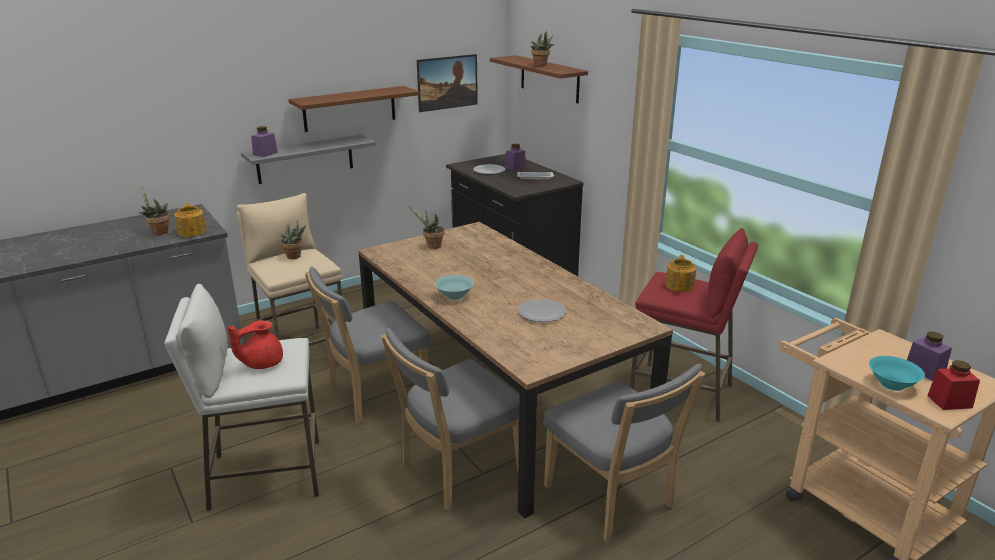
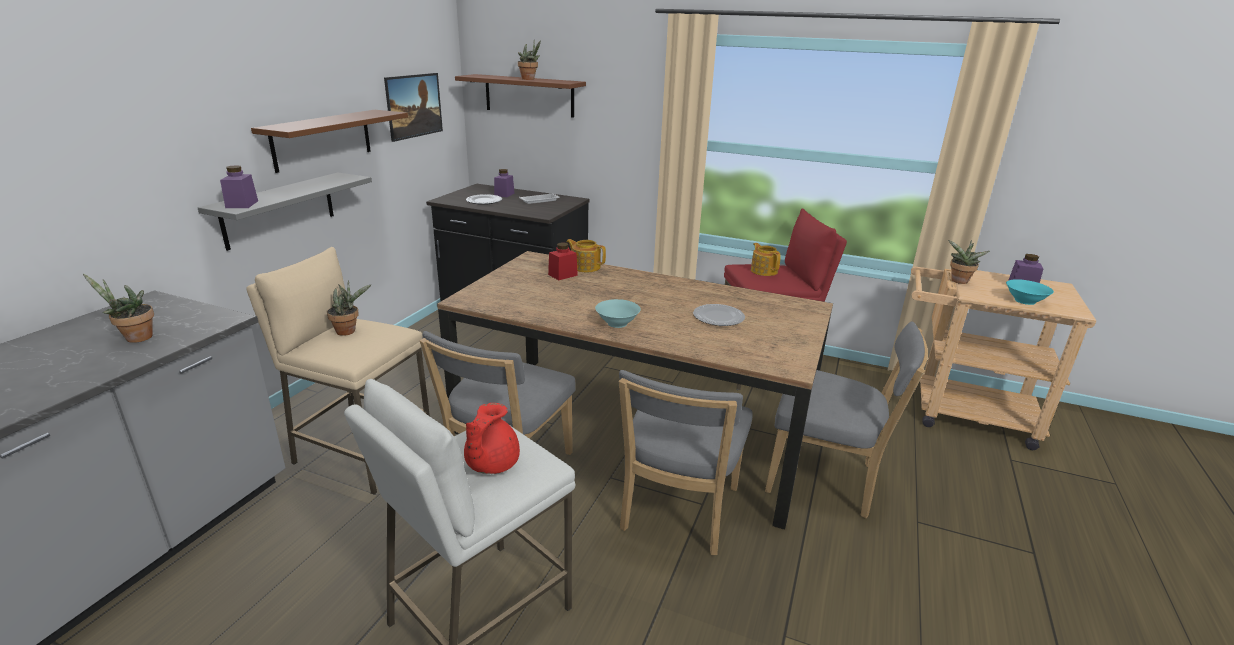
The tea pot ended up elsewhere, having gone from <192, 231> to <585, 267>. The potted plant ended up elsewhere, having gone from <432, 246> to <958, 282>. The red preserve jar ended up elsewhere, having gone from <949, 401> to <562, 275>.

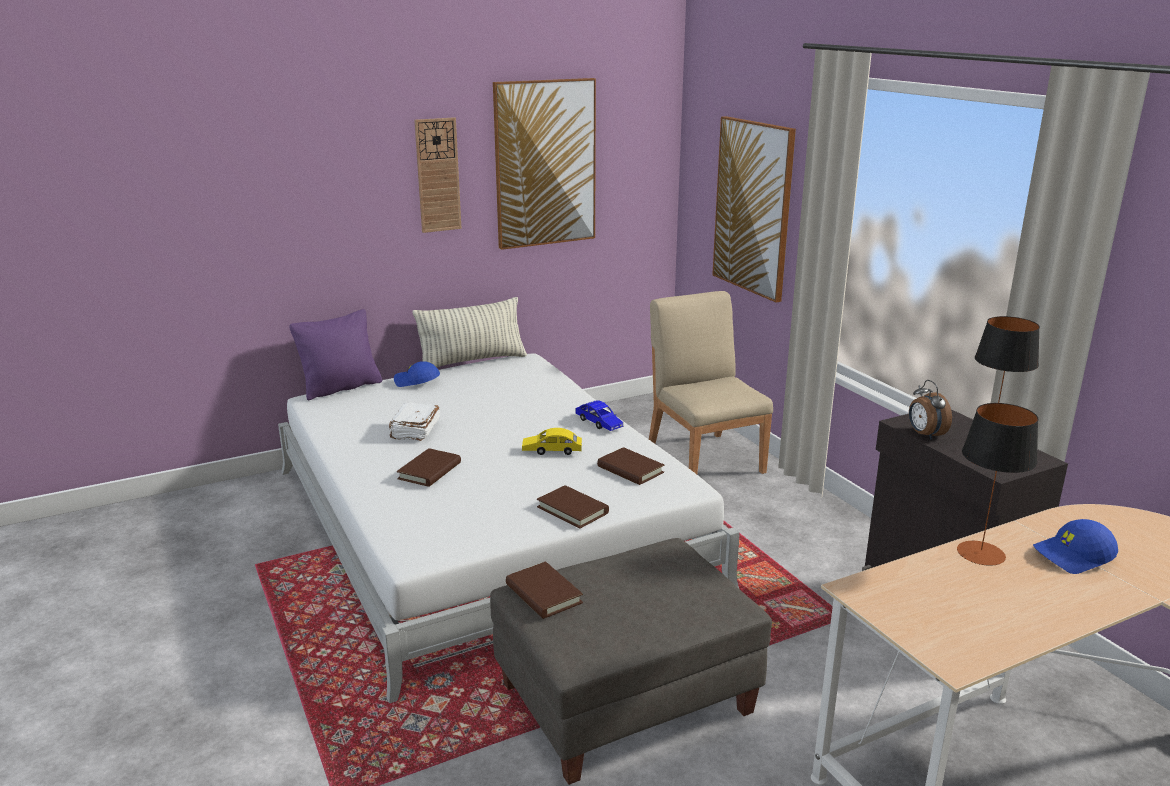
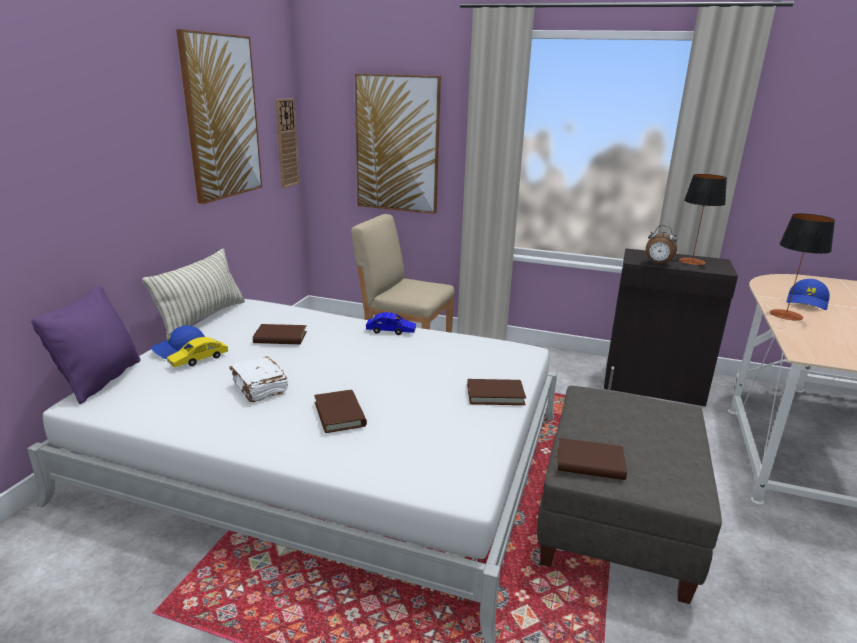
The hanging clock ended up elsewhere, having gone from <438, 175> to <286, 143>. The yellow-coloured model car ended up elsewhere, having gone from <552, 450> to <198, 359>. The brownish volume ended up elsewhere, having gone from <630, 469> to <280, 337>.

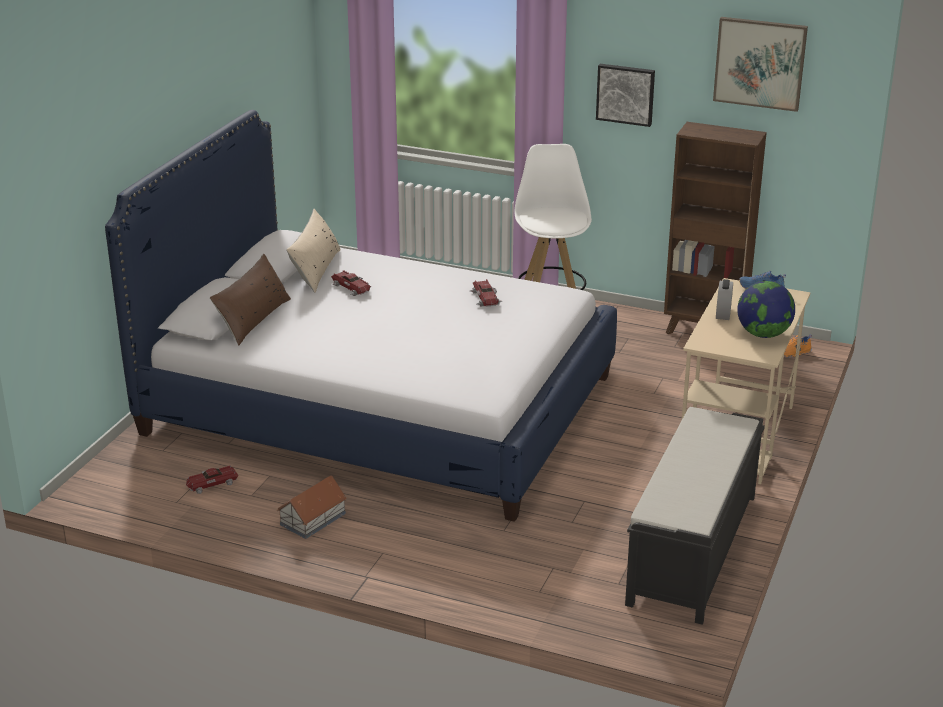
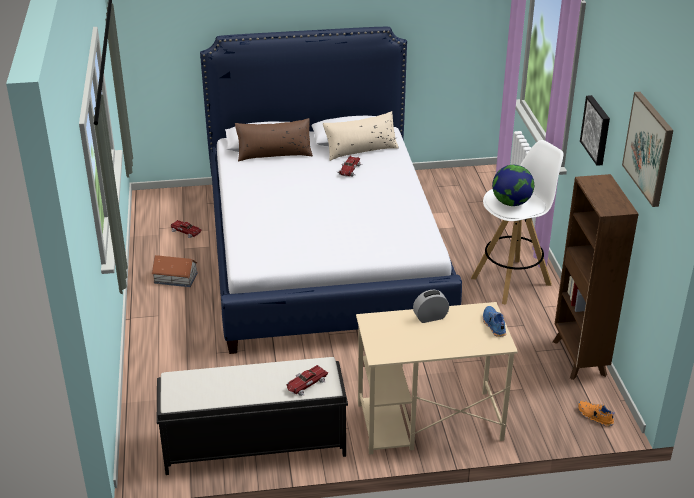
The model car ended up elsewhere, having gone from <486, 298> to <306, 384>. The world globe ended up elsewhere, having gone from <763, 334> to <511, 203>.

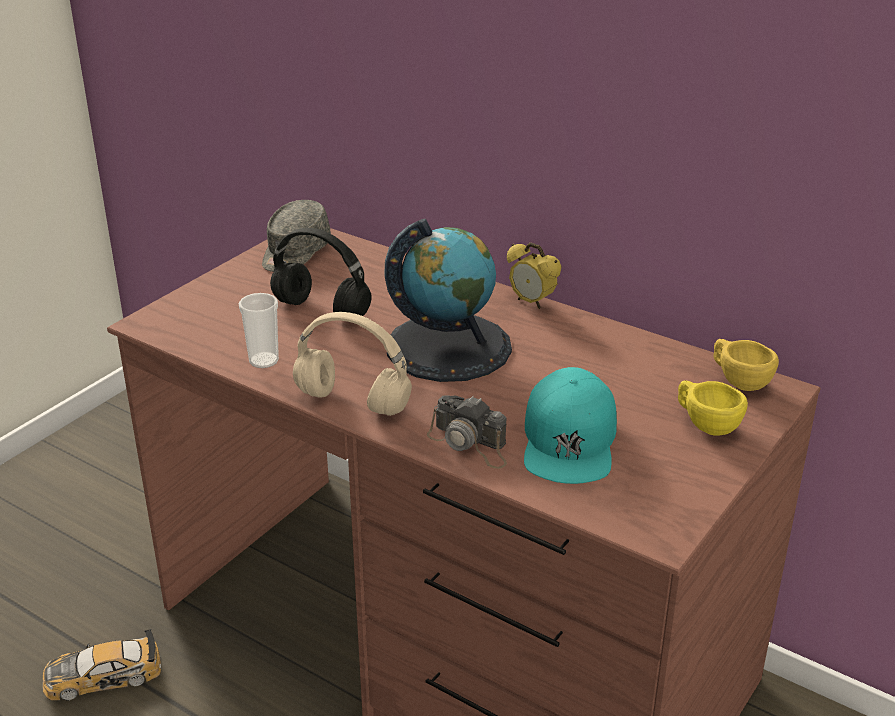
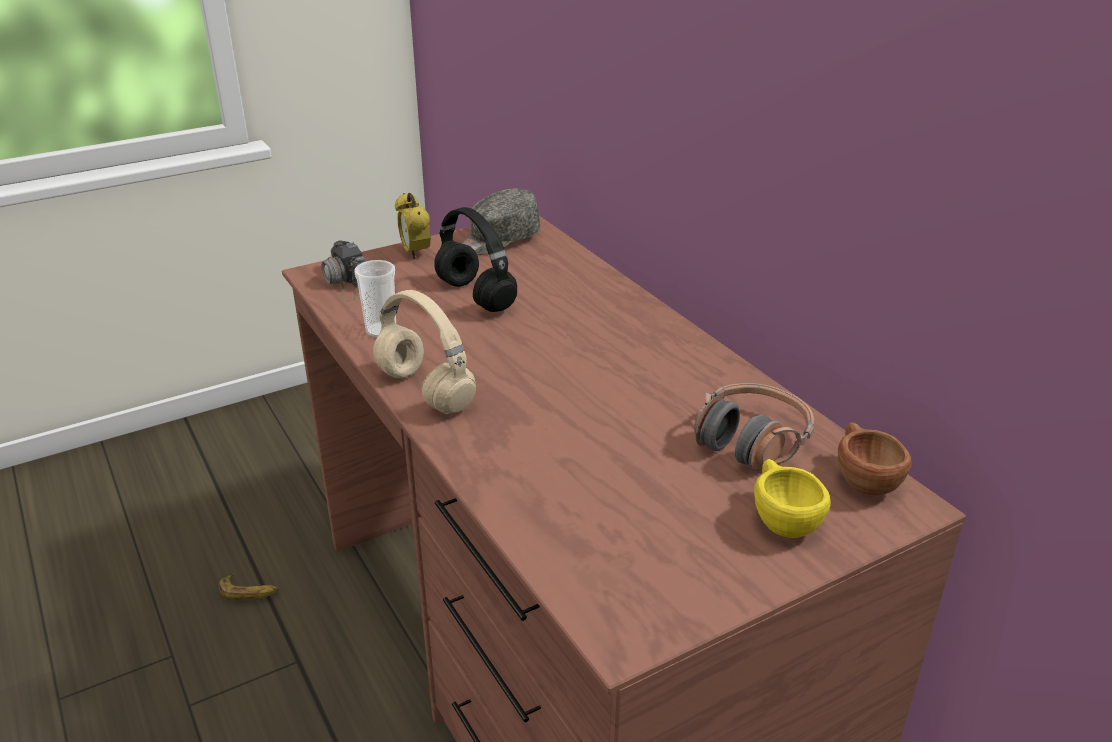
The second view lost the world globe at <448, 347>. The table clock ended up elsewhere, having gone from <532, 302> to <415, 253>. What was the yellow-coloured cup at <739, 381> turned into the brownish cup at <862, 479>. The second view lost the turquoise peaked cap at <569, 440>. The still camera ended up elsewhere, having gone from <470, 444> to <345, 282>. Where the model car stood at <102, 675>, the whole banana came to stand at <249, 592>. The second view gained the headset at <751, 440>.

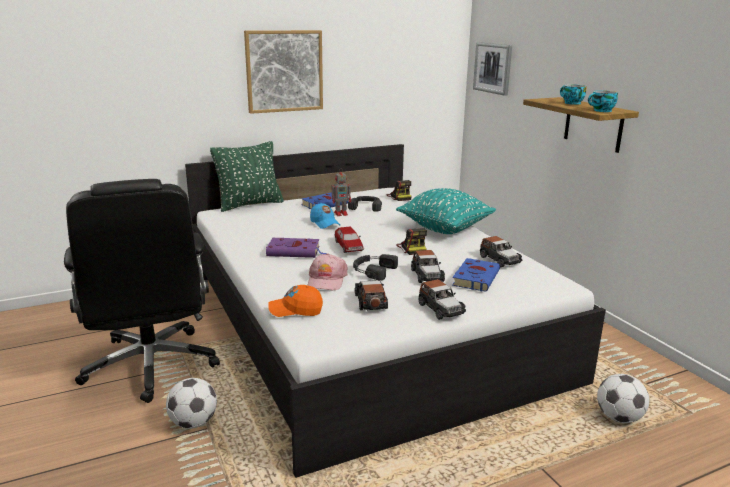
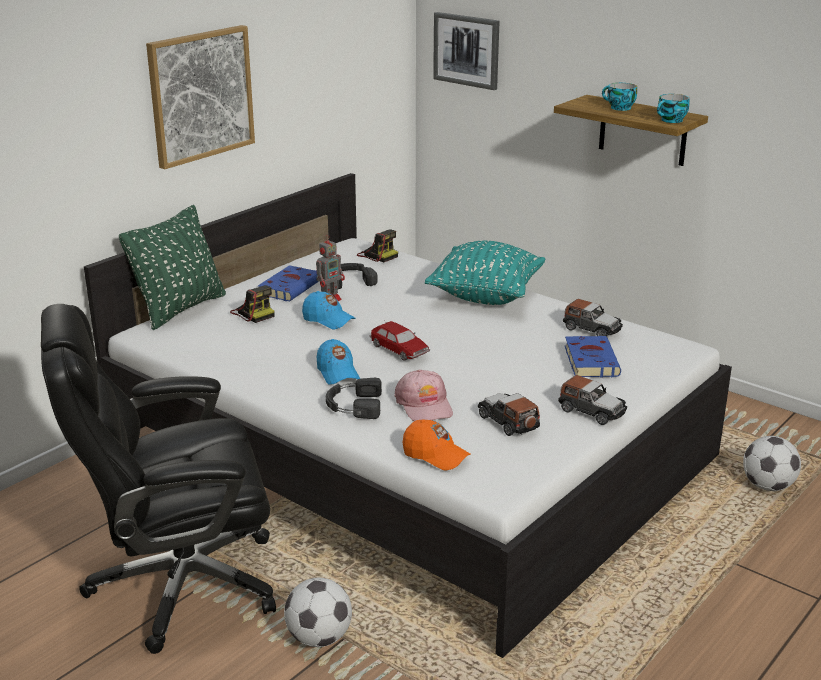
The black computer chair at <151, 366> ended up facing another way, 120 degrees clockwise from before. The still camera ended up elsewhere, having gone from <412, 248> to <253, 313>. Where the purple volume stood at <295, 251>, the blue peaked cap came to stand at <337, 373>. The second view lost the model car at <427, 275>. The black headset ended up elsewhere, having gone from <373, 270> to <353, 405>. The orange-coloured peaked cap at <295, 310> ended up facing another way, 120 degrees counterclockwise from before.

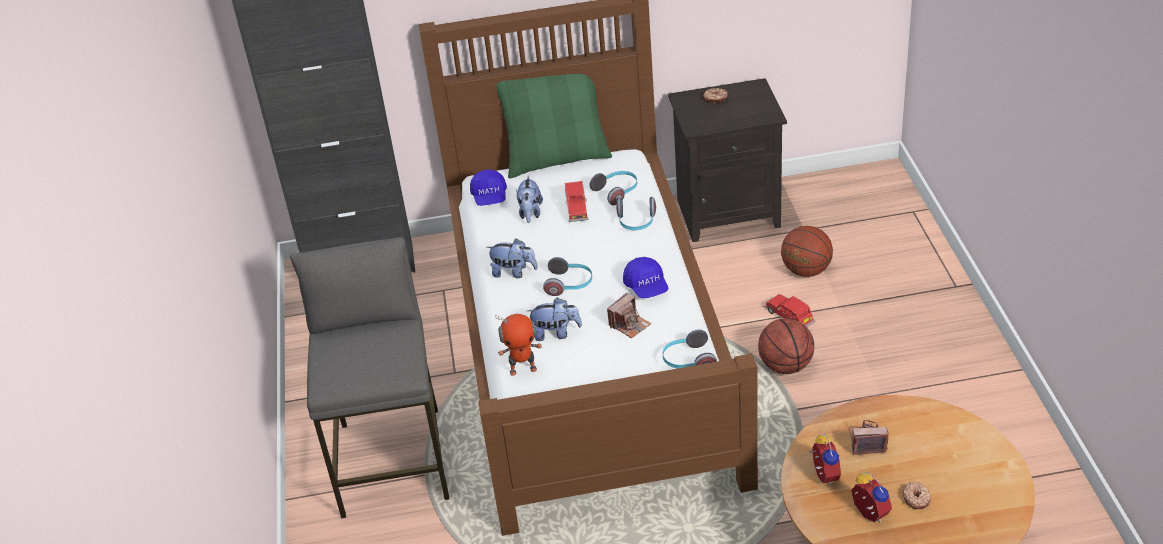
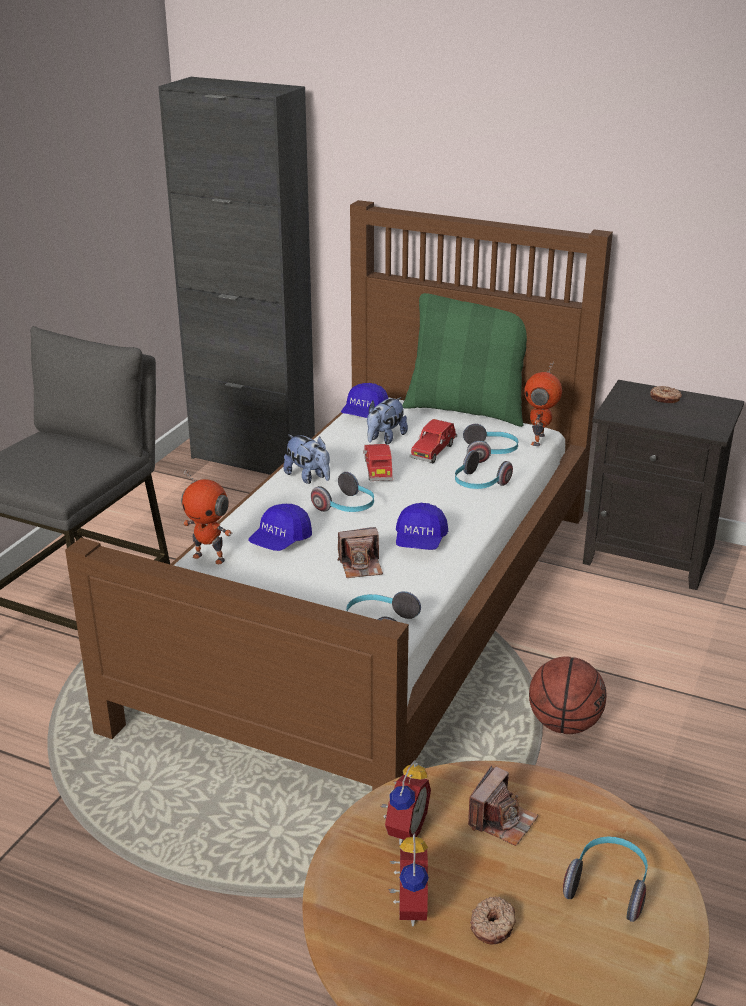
The second view lost the ball for basketball at <806, 270>. The red model car ended up elsewhere, having gone from <789, 318> to <378, 470>. Where the soft toy stood at <556, 333>, the blue peaked cap came to stand at <280, 541>. The still camera at <867, 442> ended up facing another way, 90 degrees clockwise from before. The second view gained the model robot at <539, 440>. The second view gained the headset at <608, 886>.

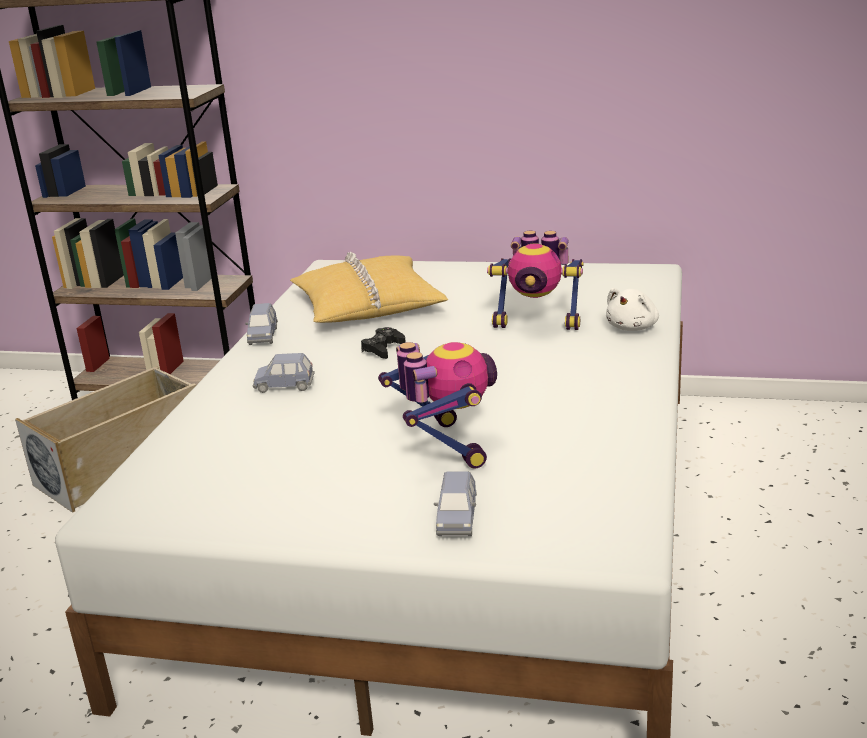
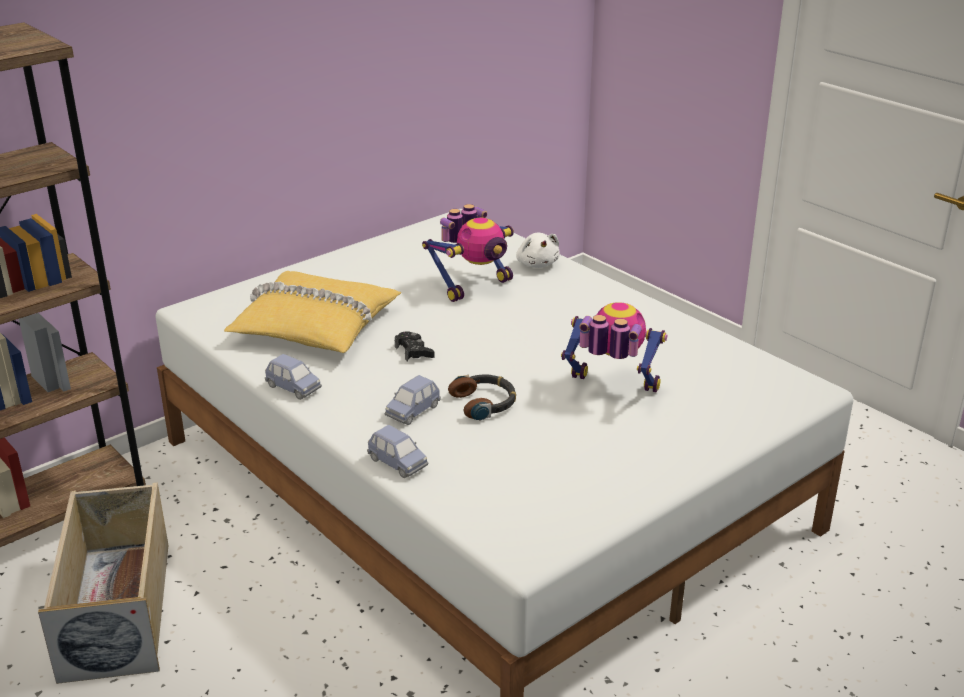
The blue model car ended up elsewhere, having gone from <457, 520> to <397, 463>. The second view gained the headset at <484, 403>.

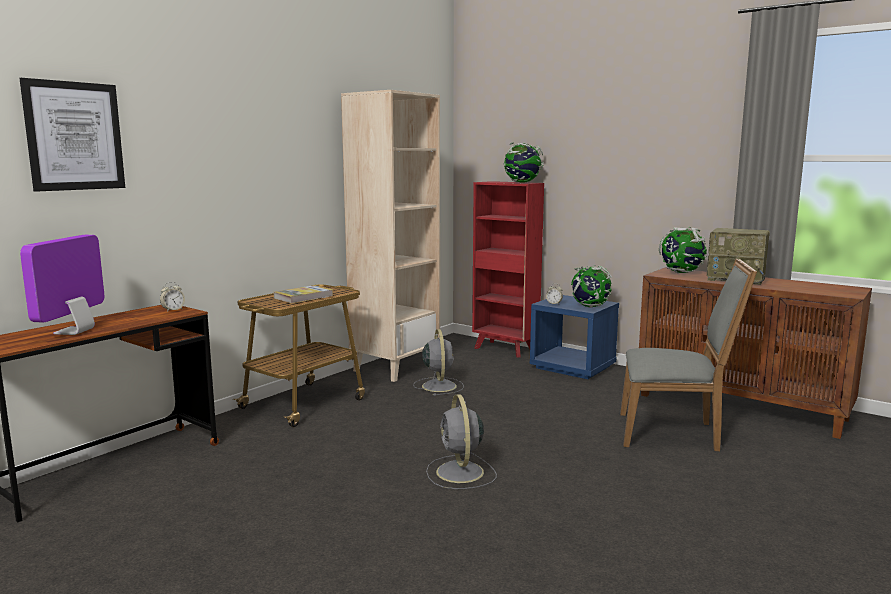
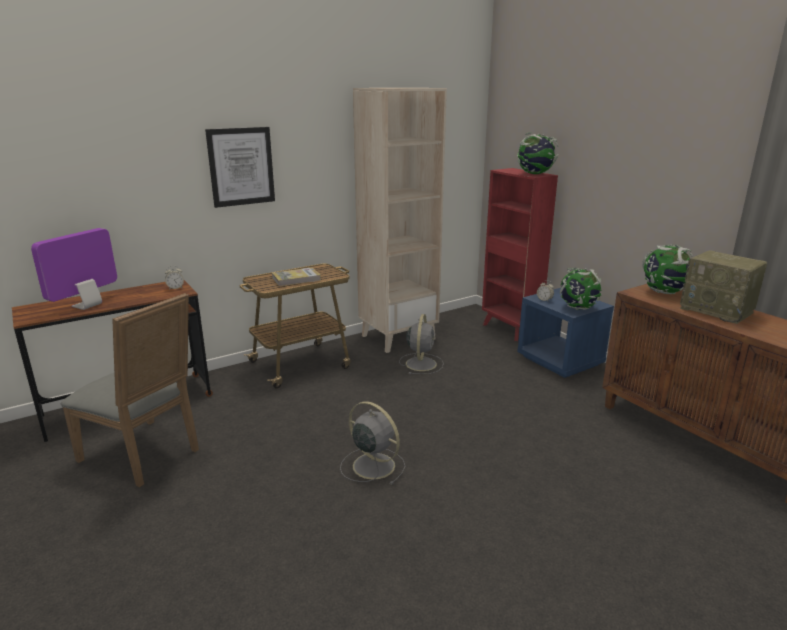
The wall art ended up elsewhere, having gone from <74, 136> to <241, 166>. The greyish plain chair ended up elsewhere, having gone from <674, 433> to <146, 455>. The greyish electric fan at <460, 473> ended up facing another way, 120 degrees clockwise from before.

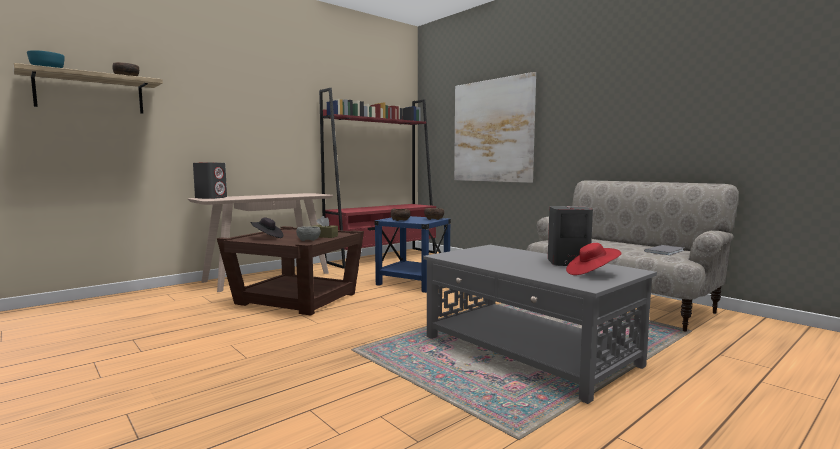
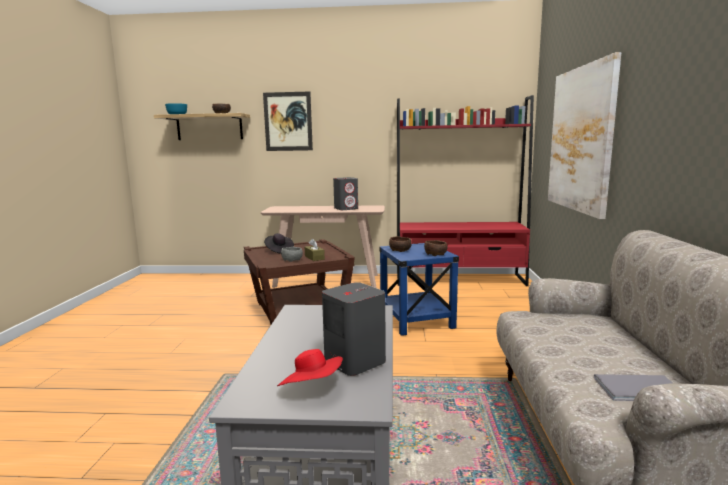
The greyish speaker ended up elsewhere, having gone from <211, 198> to <346, 208>. The second view gained the wall art at <288, 121>.

